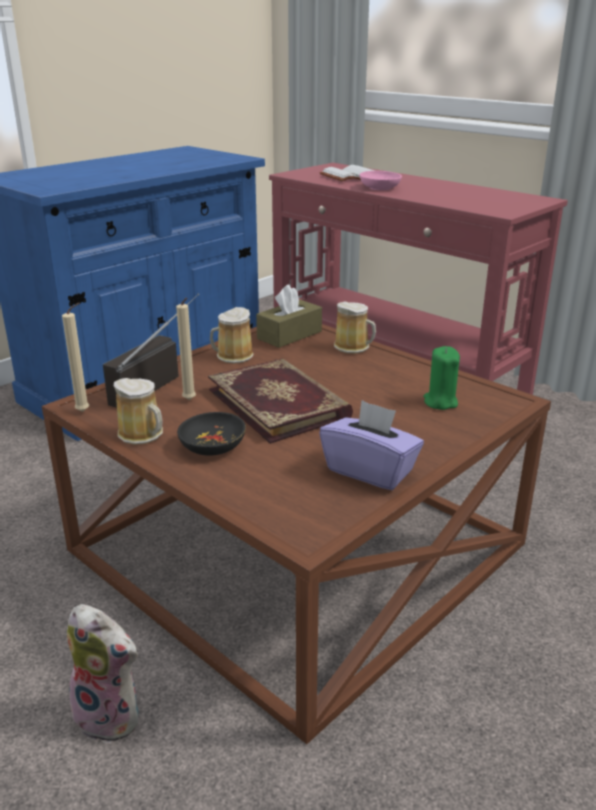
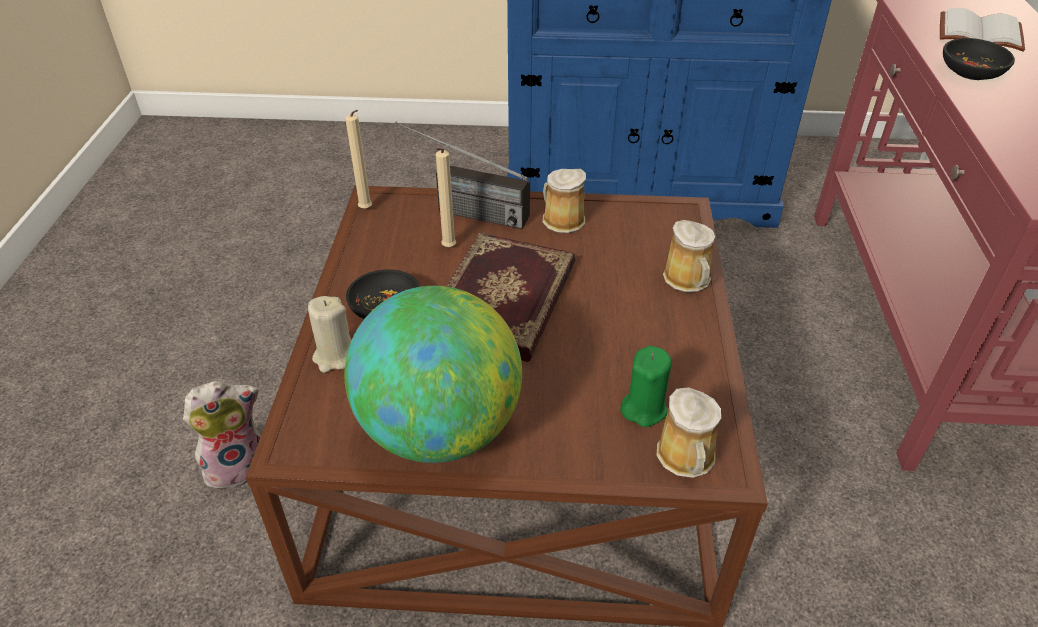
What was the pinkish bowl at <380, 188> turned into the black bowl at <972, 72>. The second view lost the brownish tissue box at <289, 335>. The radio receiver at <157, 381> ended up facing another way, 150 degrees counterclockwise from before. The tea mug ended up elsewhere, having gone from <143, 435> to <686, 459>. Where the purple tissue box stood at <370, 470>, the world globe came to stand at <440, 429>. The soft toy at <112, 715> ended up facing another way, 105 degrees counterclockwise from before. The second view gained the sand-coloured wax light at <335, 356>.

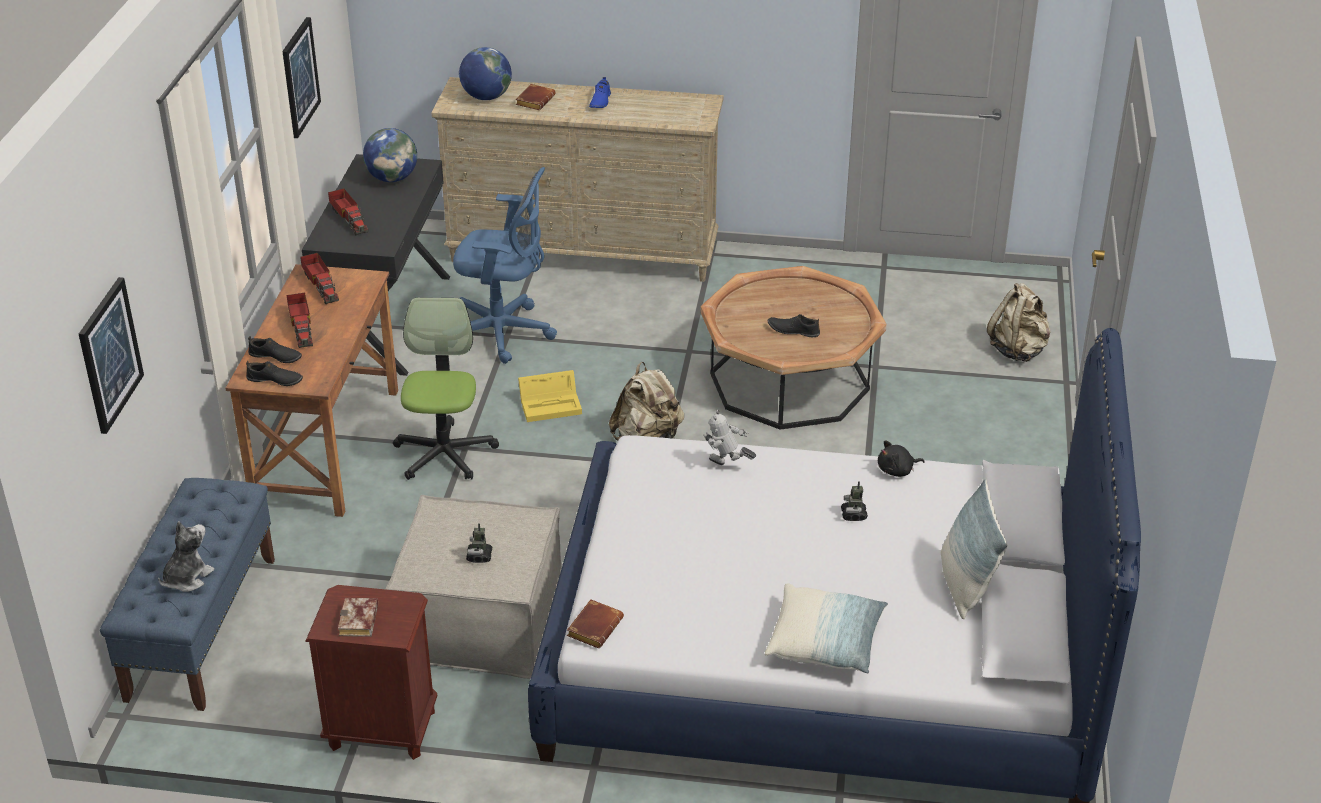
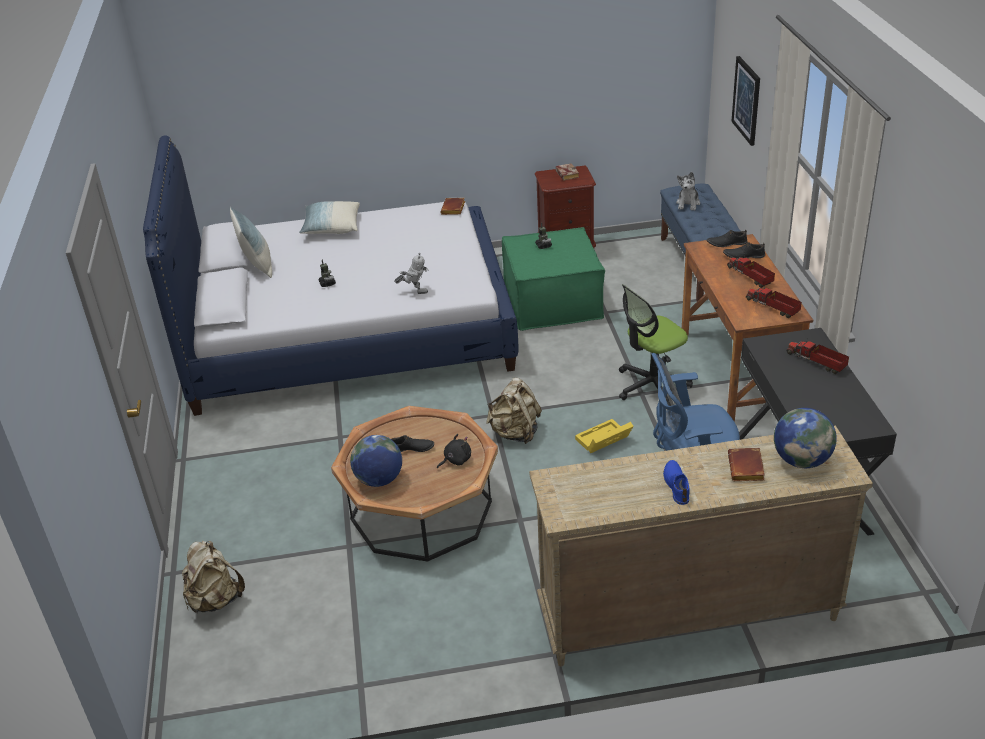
The second view lost the wall art at <299, 77>. The world globe ended up elsewhere, having gone from <392, 178> to <379, 480>. The computer chair at <444, 454> ended up facing another way, 75 degrees clockwise from before. The black soft toy ended up elsewhere, having gone from <897, 470> to <456, 460>. What was the sand-coloured ottoman at <480, 621> turned into the green ottoman at <552, 302>.

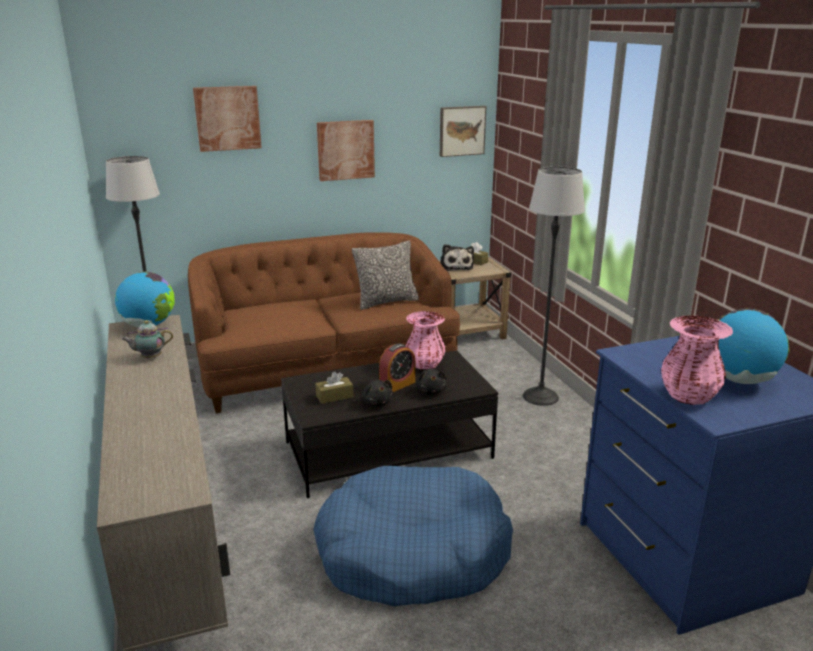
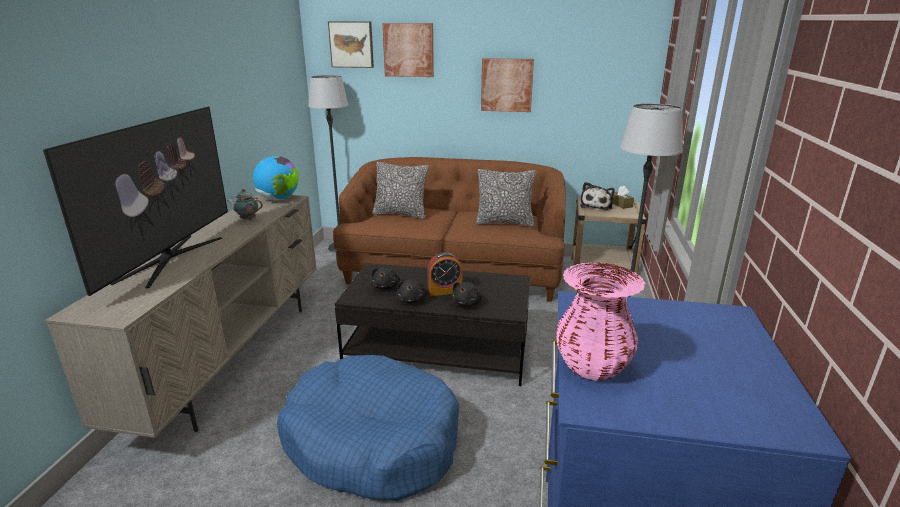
The wall art ended up elsewhere, having gone from <461, 130> to <352, 44>. The second view lost the world globe at <739, 380>. The second view lost the pinkish flower vase at <424, 364>. Where the brownish tissue box stood at <334, 396>, the black soft toy came to stand at <386, 286>. The second view gained the TV at <170, 259>. The second view gained the throw pillow at <401, 214>.

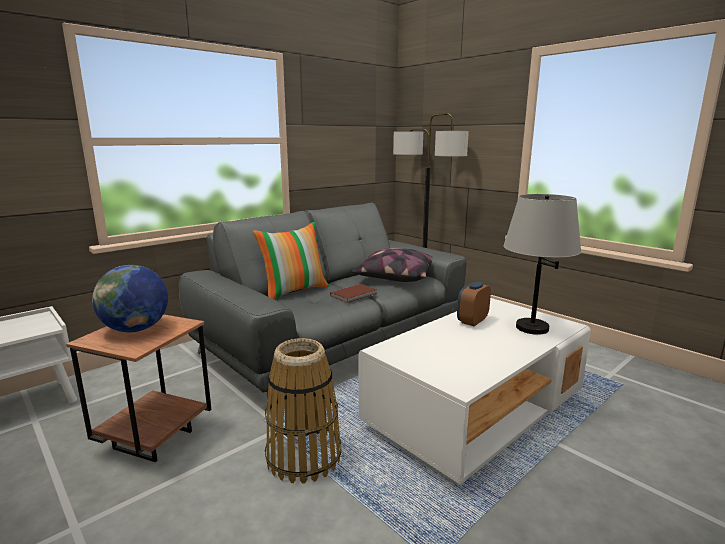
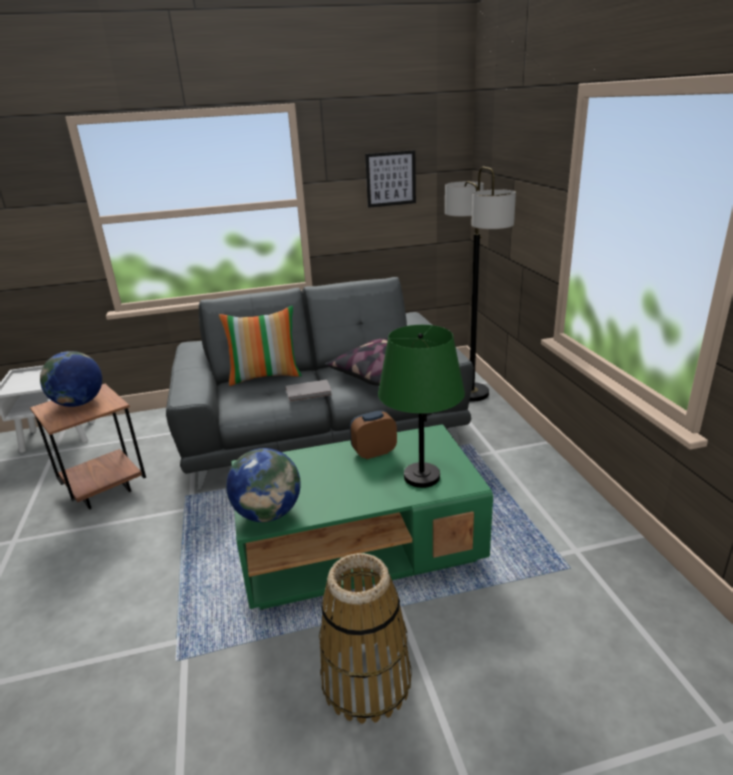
What was the greyish table lamp at <531, 328> turned into the green table lamp at <421, 476>. What was the brownish volume at <355, 295> turned into the greyish volume at <309, 392>. What was the white lounge table at <475, 412> turned into the green lounge table at <360, 547>. The basket ended up elsewhere, having gone from <304, 457> to <366, 681>. The second view gained the wall art at <391, 179>. The second view gained the world globe at <268, 513>.

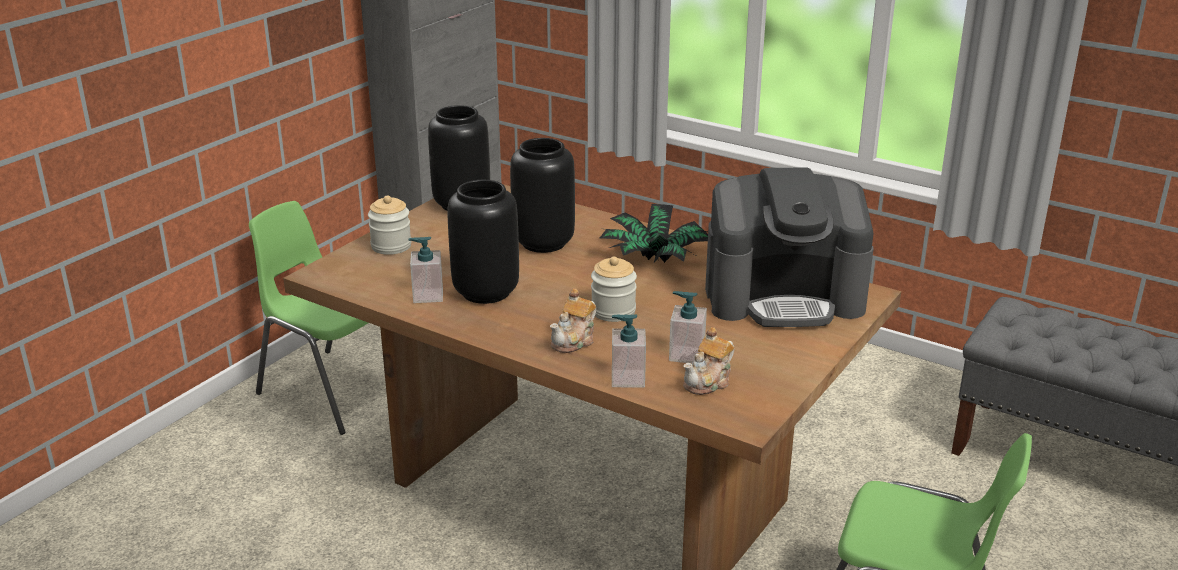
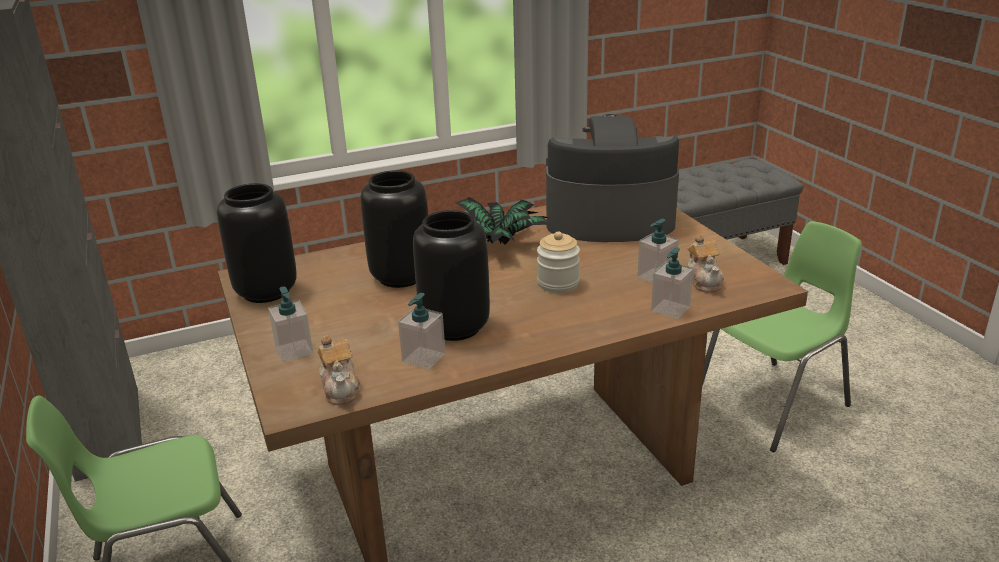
The coffee maker at <784, 296> ended up facing another way, 120 degrees counterclockwise from before. Where the preserve jar stood at <391, 246>, the soap dispenser came to stand at <294, 350>. The tea pot ended up elsewhere, having gone from <574, 341> to <341, 388>.

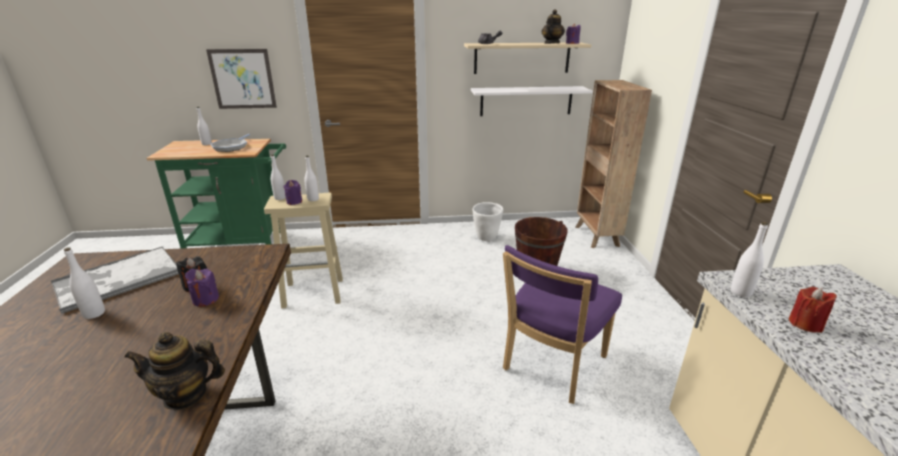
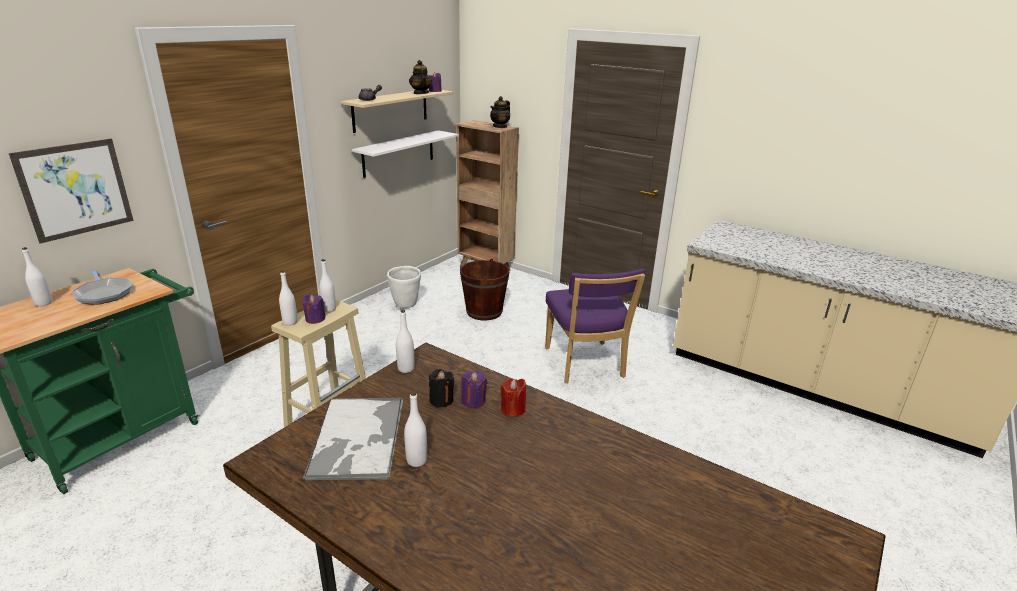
The white bottle ended up elsewhere, having gone from <741, 292> to <406, 369>. The red wax light ended up elsewhere, having gone from <805, 324> to <513, 410>. The tea pot ended up elsewhere, having gone from <185, 395> to <500, 126>.

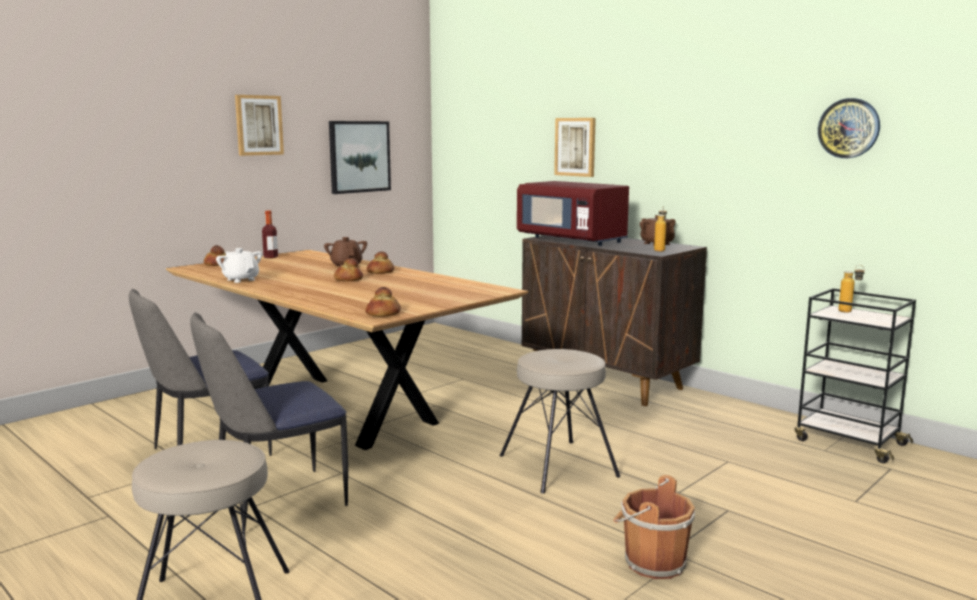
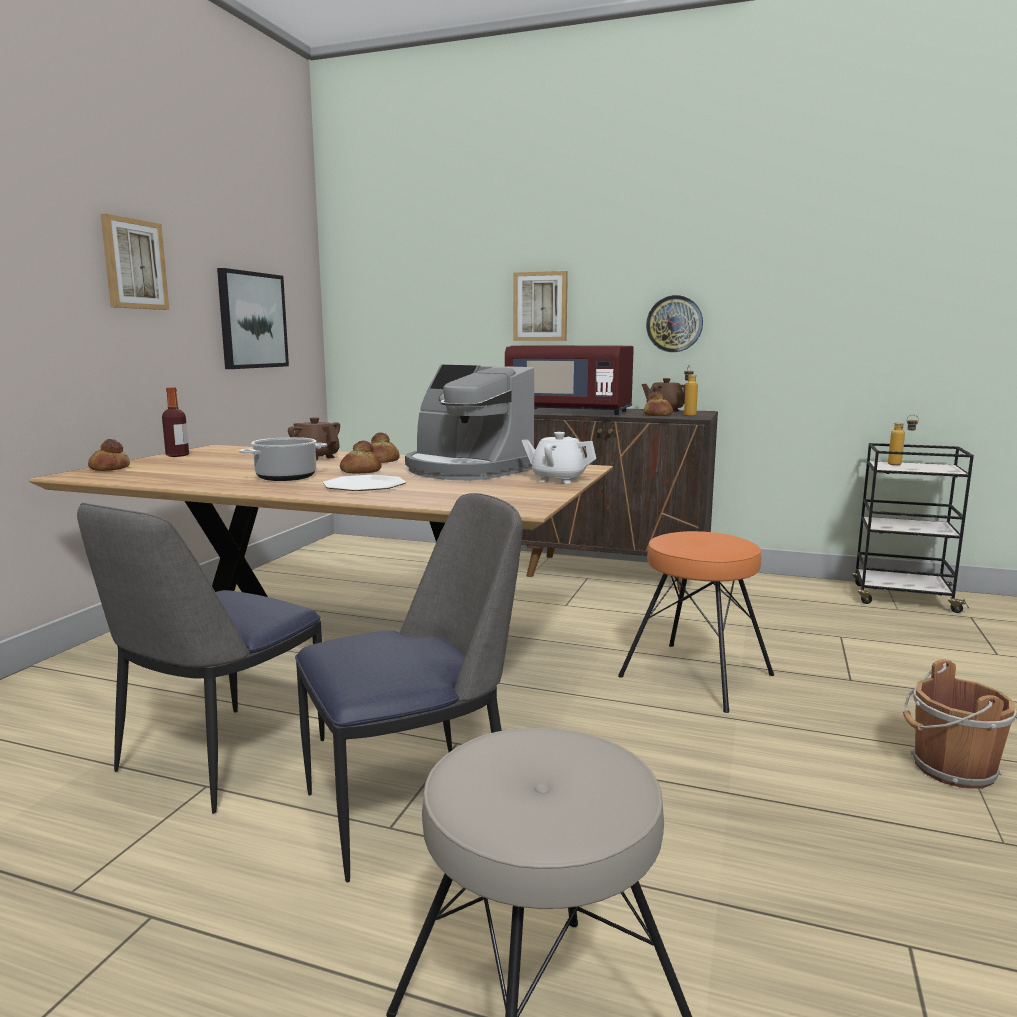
The hanging clock ended up elsewhere, having gone from <848, 128> to <674, 324>. The white tea pot ended up elsewhere, having gone from <241, 279> to <558, 479>. The baked bread ended up elsewhere, having gone from <383, 314> to <658, 415>. The plain chair at <276, 500> ended up facing another way, 150 degrees counterclockwise from before. What was the sand-coloured stool at <559, 465> turned into the orange-coloured stool at <696, 675>. The second view gained the coffee maker at <466, 470>. The second view gained the cooking pot at <285, 477>. The second view gained the flat dish at <364, 485>.

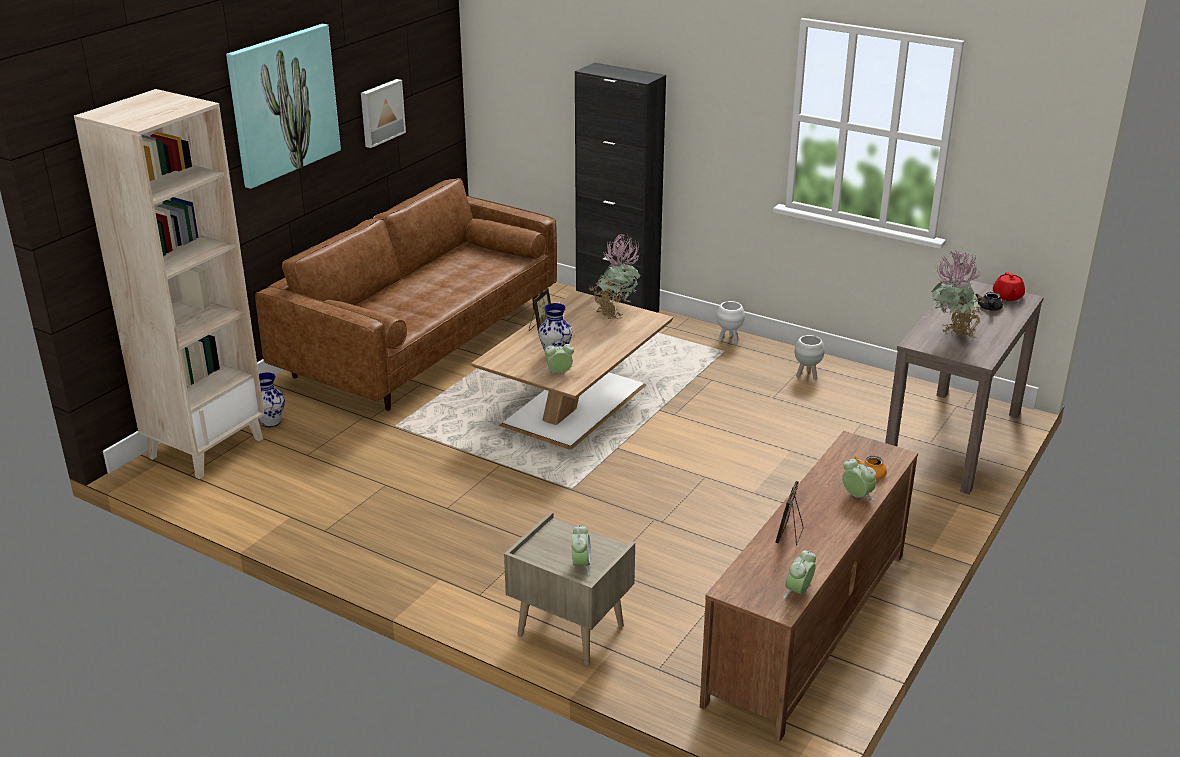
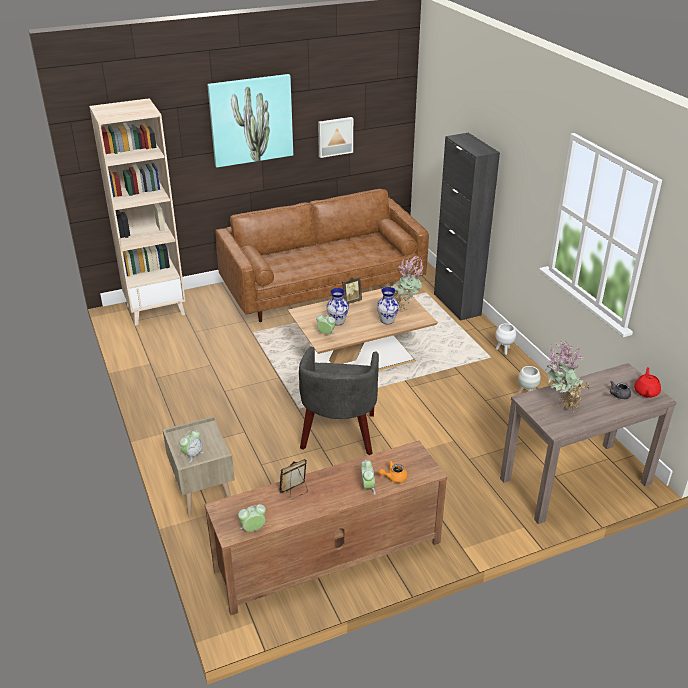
The red tea pot at <1007, 296> ended up facing another way, 150 degrees clockwise from before. The flower vase ended up elsewhere, having gone from <270, 422> to <386, 321>. The second view gained the greyish lounge chair at <339, 434>.

